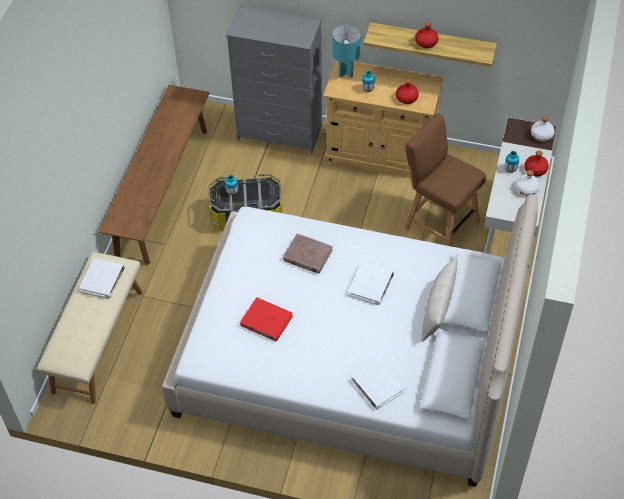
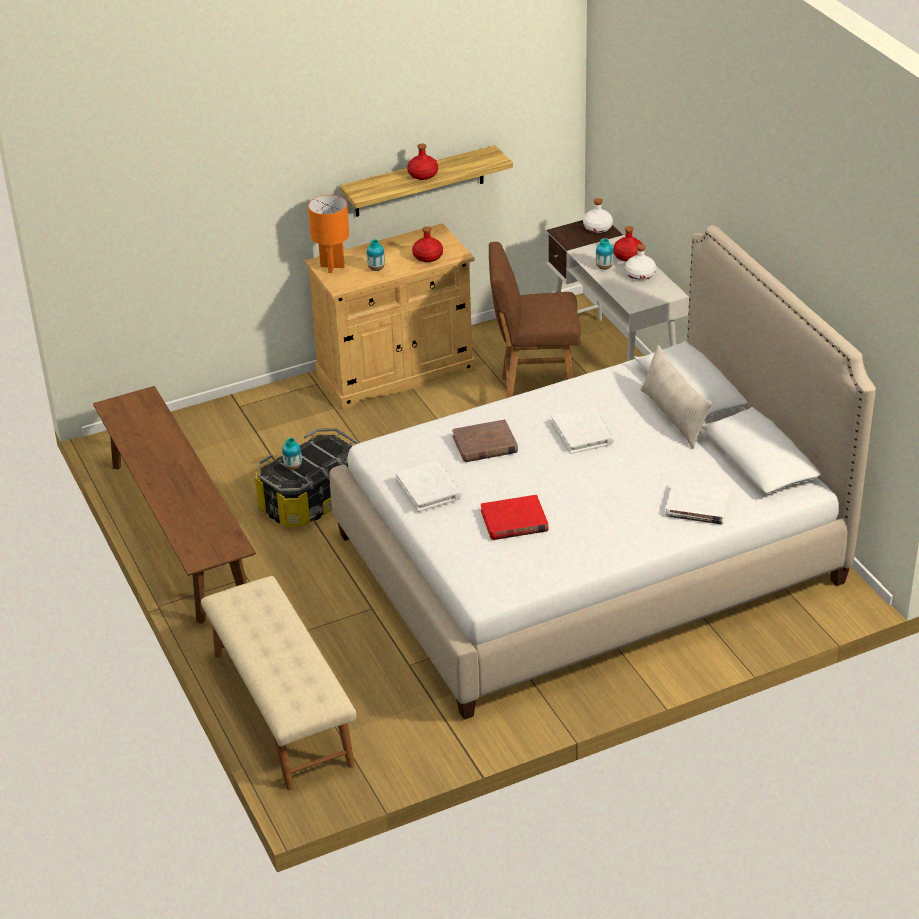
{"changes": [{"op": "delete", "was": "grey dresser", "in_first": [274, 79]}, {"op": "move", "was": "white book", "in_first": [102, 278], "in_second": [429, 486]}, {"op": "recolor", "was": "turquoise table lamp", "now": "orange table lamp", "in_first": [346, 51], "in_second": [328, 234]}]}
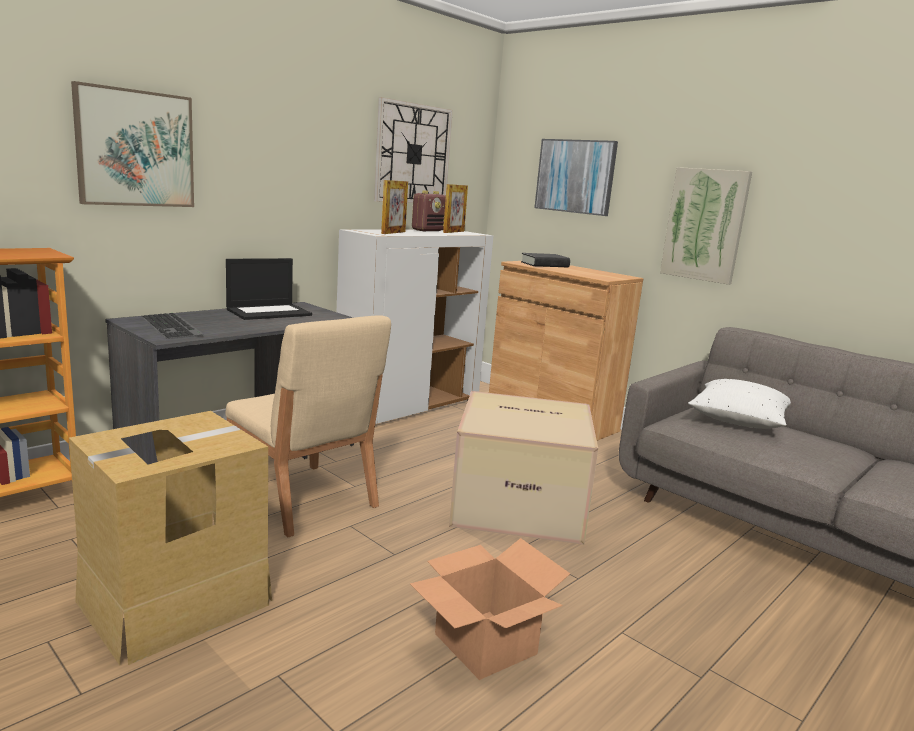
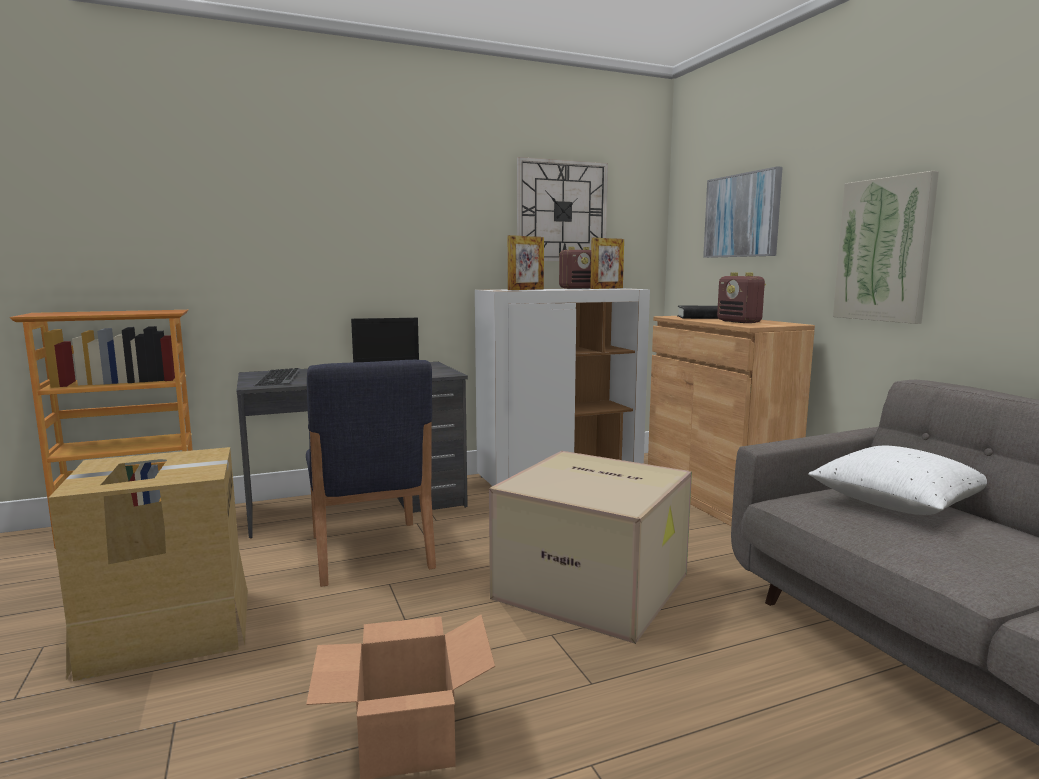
{"changes": [{"op": "delete", "was": "picture", "in_first": [132, 144]}, {"op": "insert", "now": "radio", "in_second": [741, 297]}, {"op": "recolor", "was": "beige chair", "now": "blue chair", "in_first": [308, 426], "in_second": [371, 473]}]}
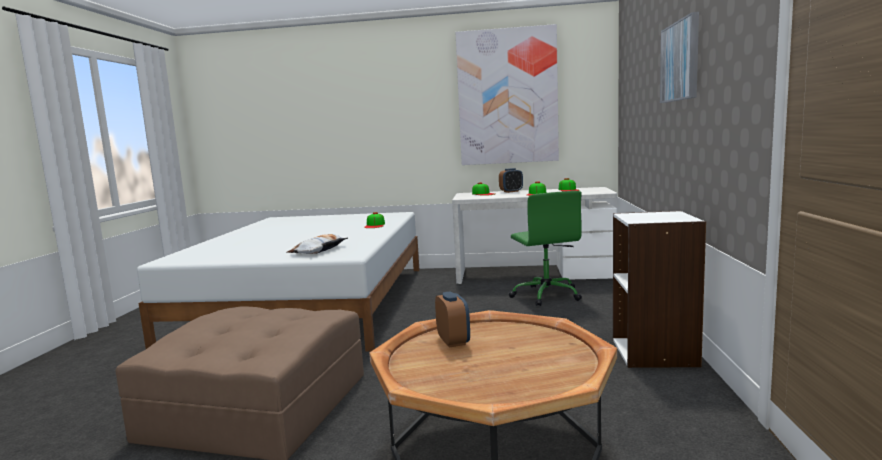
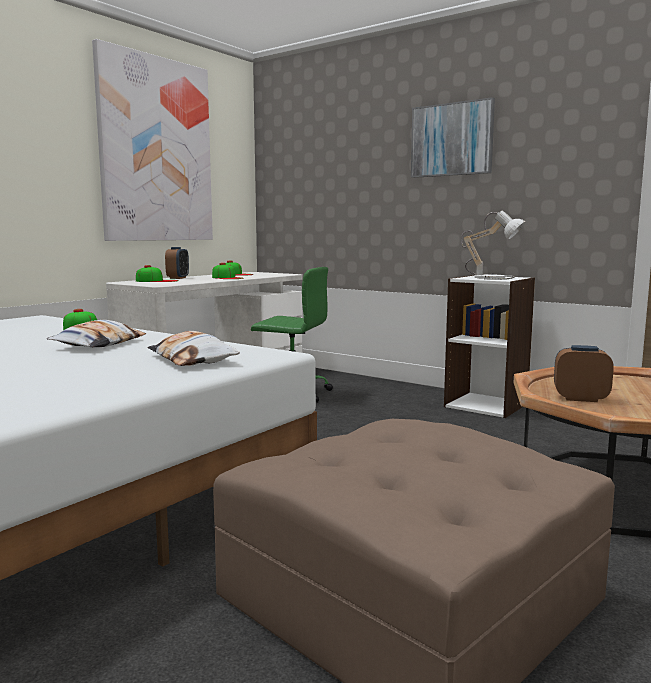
{"changes": [{"op": "insert", "now": "pillow", "in_second": [96, 334]}, {"op": "insert", "now": "table lamp", "in_second": [493, 245]}]}
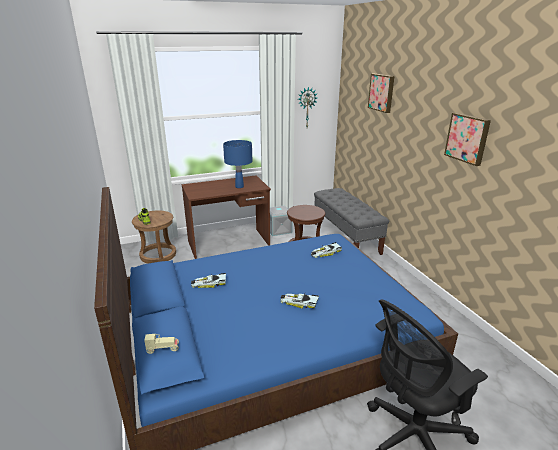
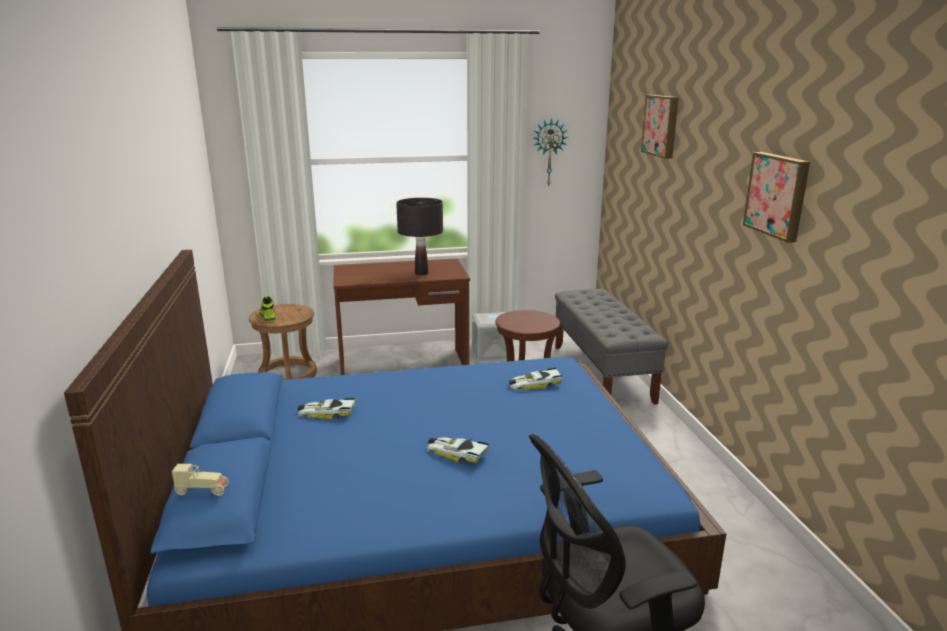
{"changes": [{"op": "recolor", "was": "blue table lamp", "now": "black table lamp", "in_first": [237, 164], "in_second": [419, 236]}]}
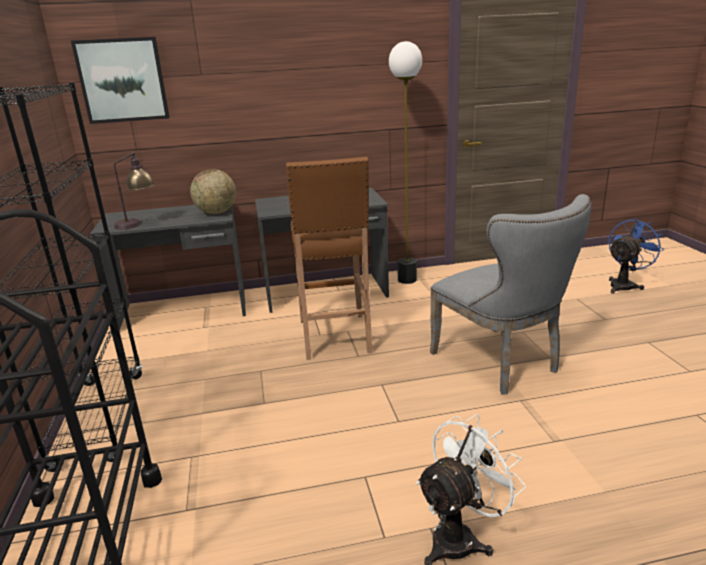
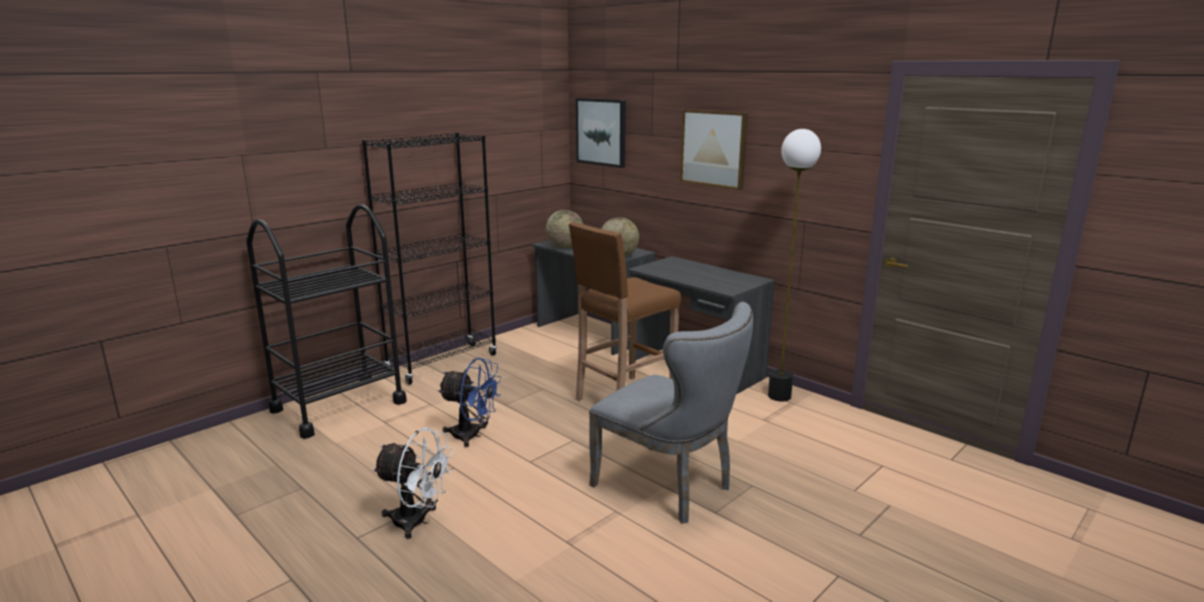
{"changes": [{"op": "insert", "now": "picture", "in_second": [714, 149]}, {"op": "move", "was": "blue fan", "in_first": [636, 256], "in_second": [470, 402]}, {"op": "replace", "was": "table lamp", "now": "globe", "in_first": [134, 191], "in_second": [564, 229]}, {"op": "rotate", "was": "grey chair", "in_first": [510, 294], "in_second": [671, 413], "clockwise": -75}]}
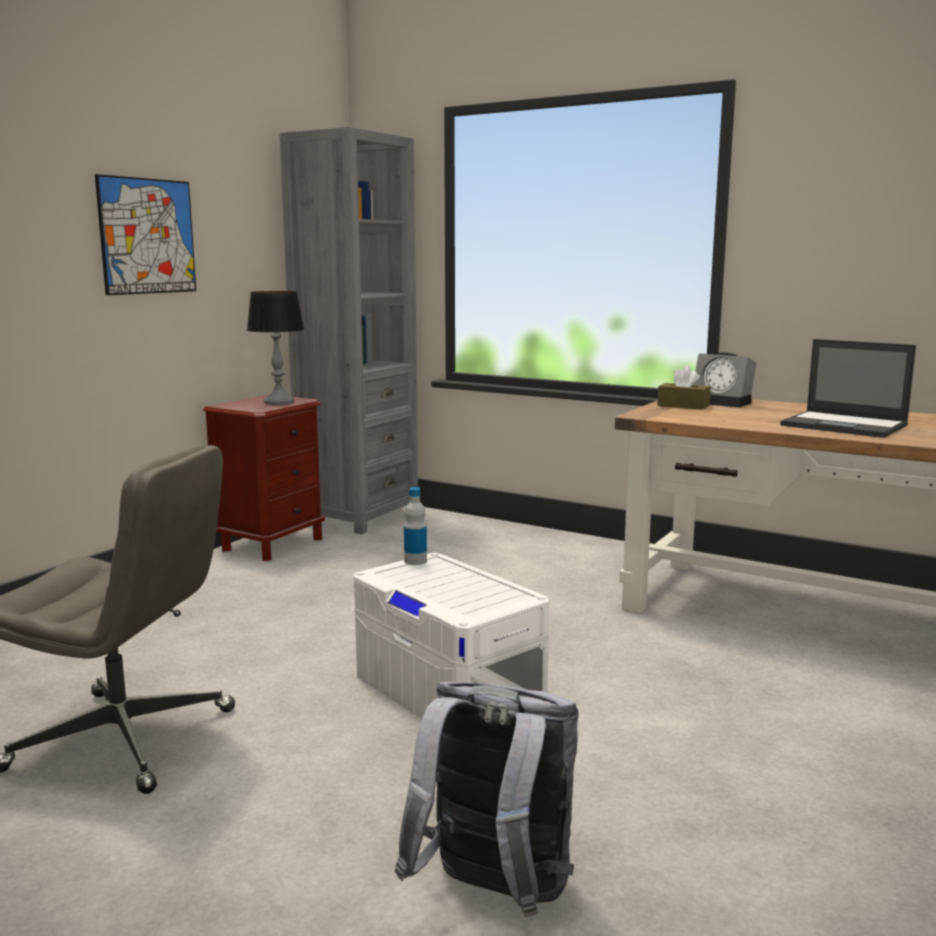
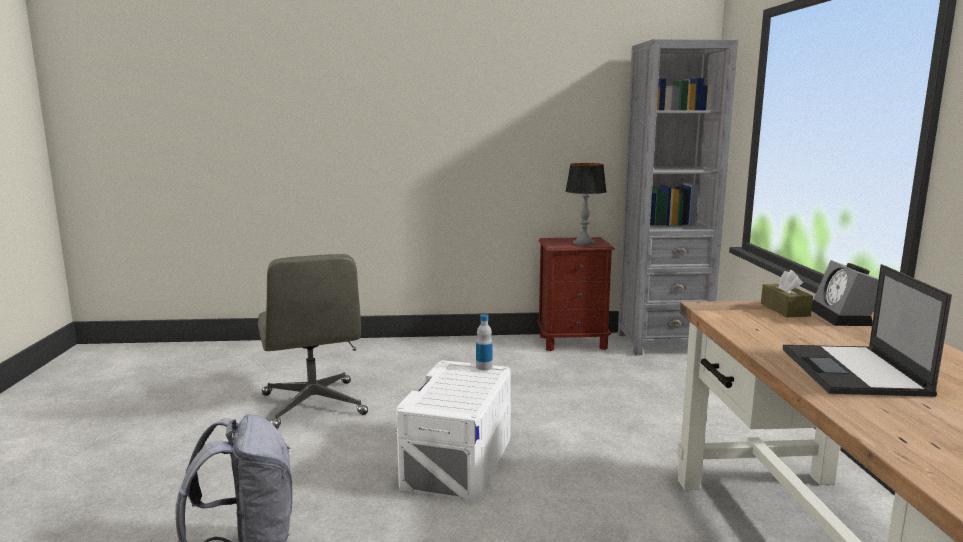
{"changes": [{"op": "delete", "was": "picture", "in_first": [145, 234]}]}
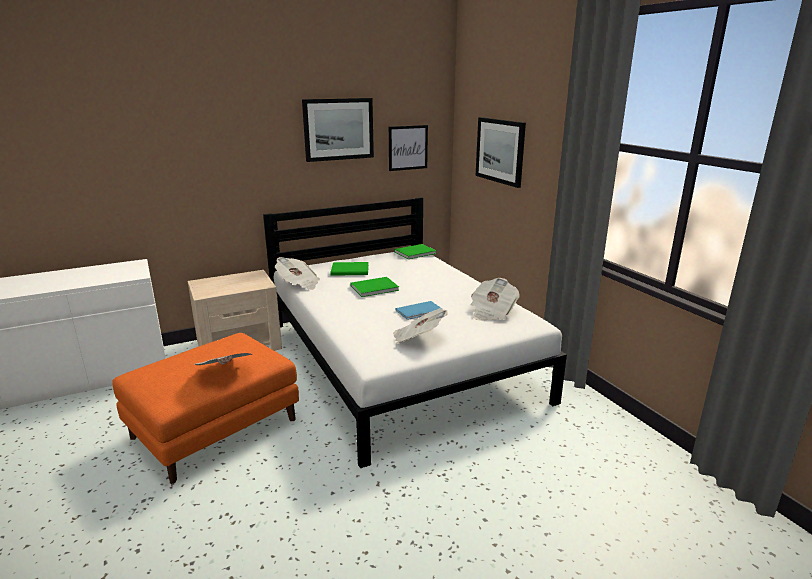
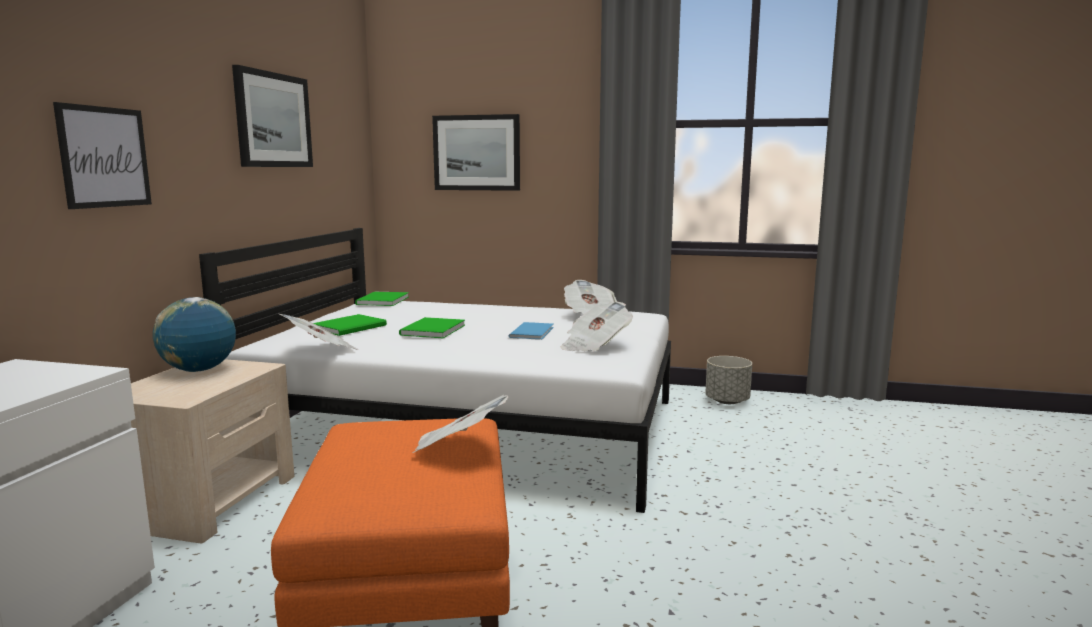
{"changes": [{"op": "insert", "now": "globe", "in_second": [194, 334]}, {"op": "insert", "now": "grey planter", "in_second": [728, 380]}, {"op": "move", "was": "picture", "in_first": [408, 148], "in_second": [102, 155]}]}
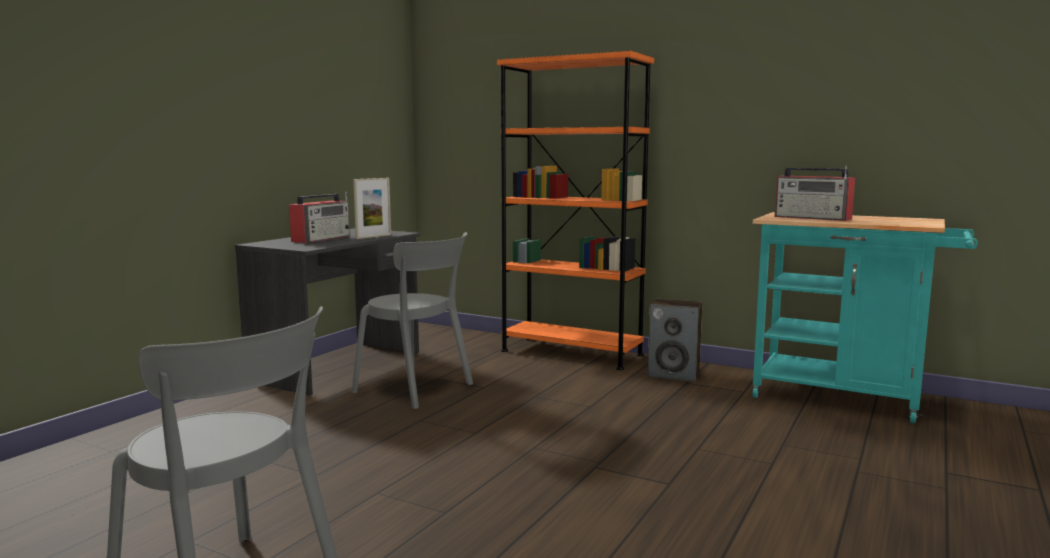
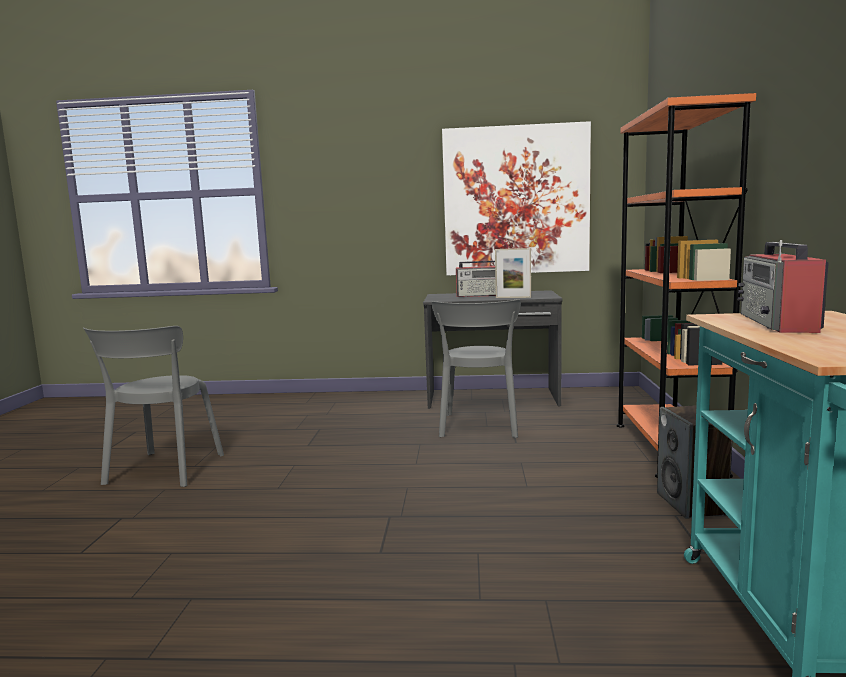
{"changes": [{"op": "insert", "now": "picture", "in_second": [516, 198]}]}
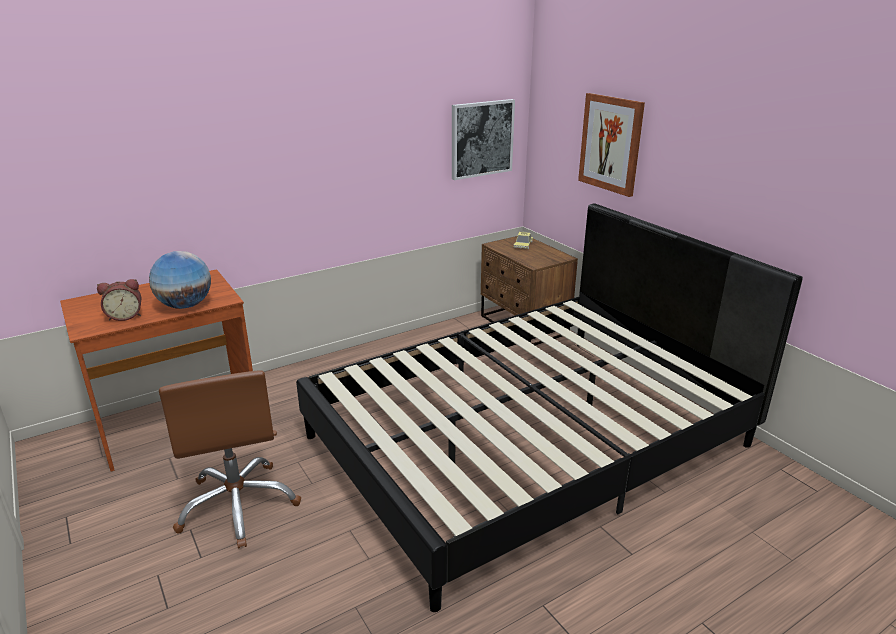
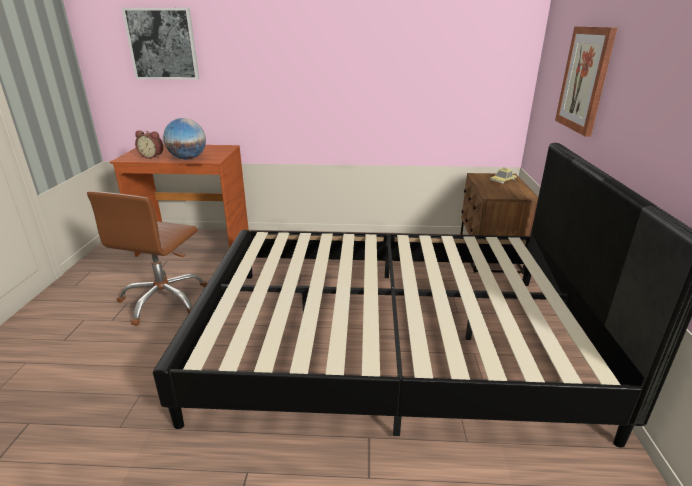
{"changes": [{"op": "move", "was": "picture", "in_first": [483, 139], "in_second": [161, 44]}]}
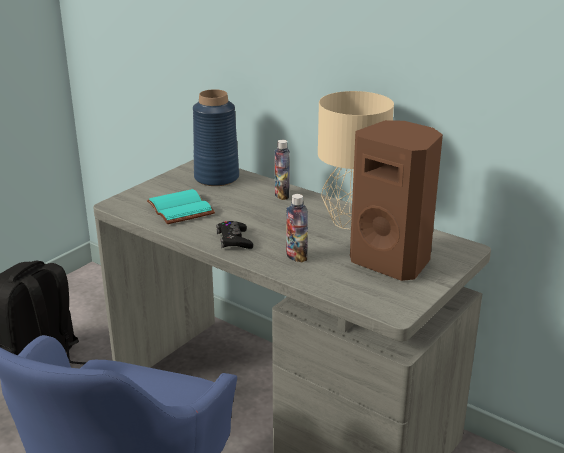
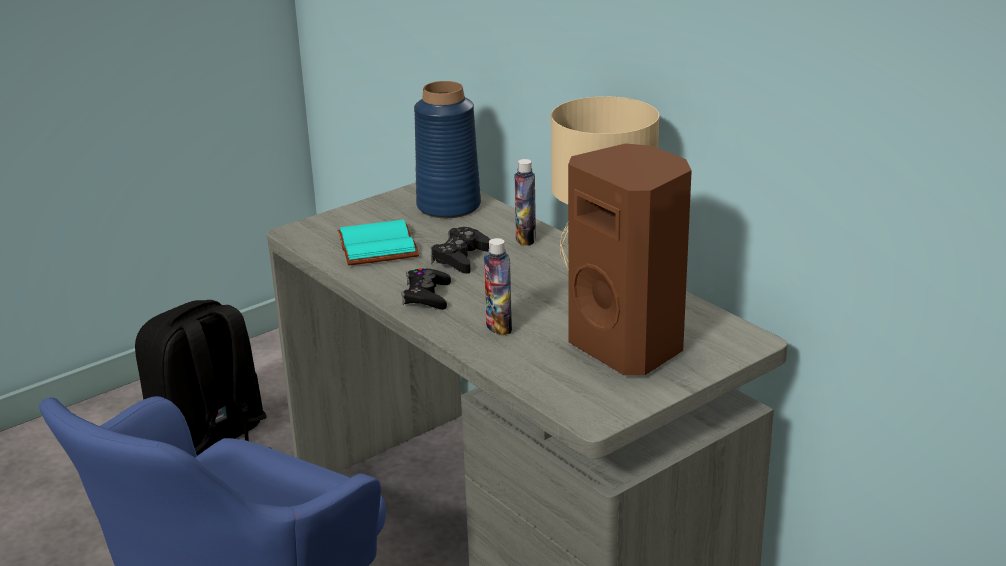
{"changes": [{"op": "insert", "now": "black game controller", "in_second": [461, 250]}]}
